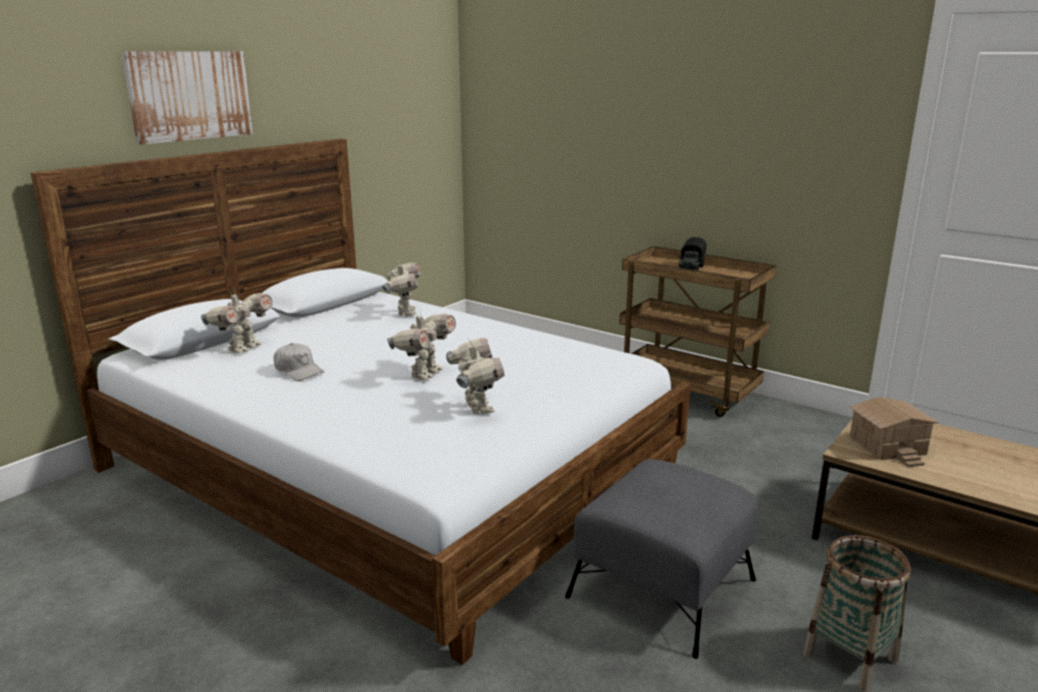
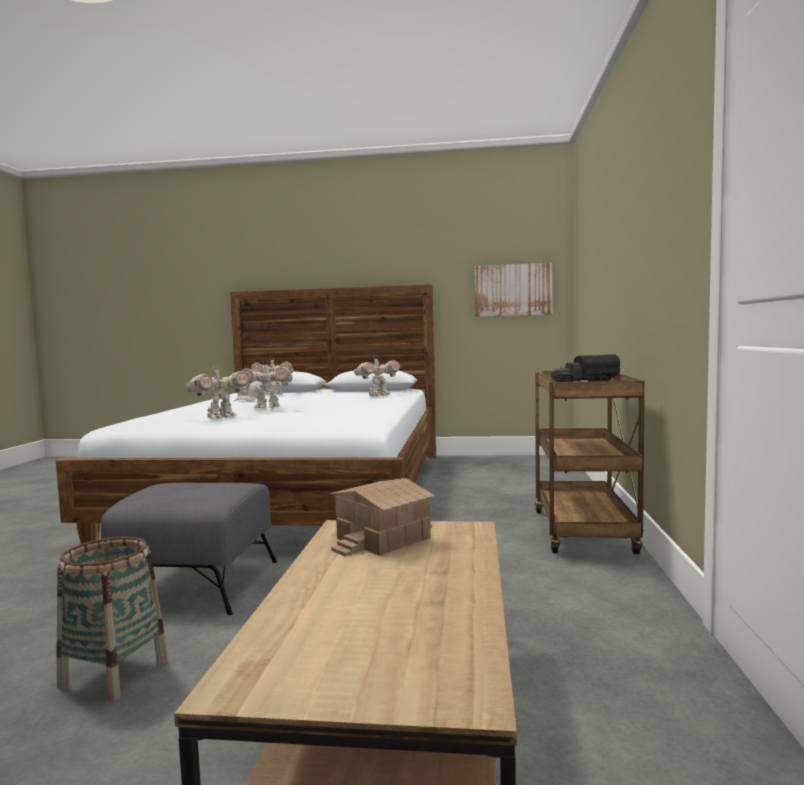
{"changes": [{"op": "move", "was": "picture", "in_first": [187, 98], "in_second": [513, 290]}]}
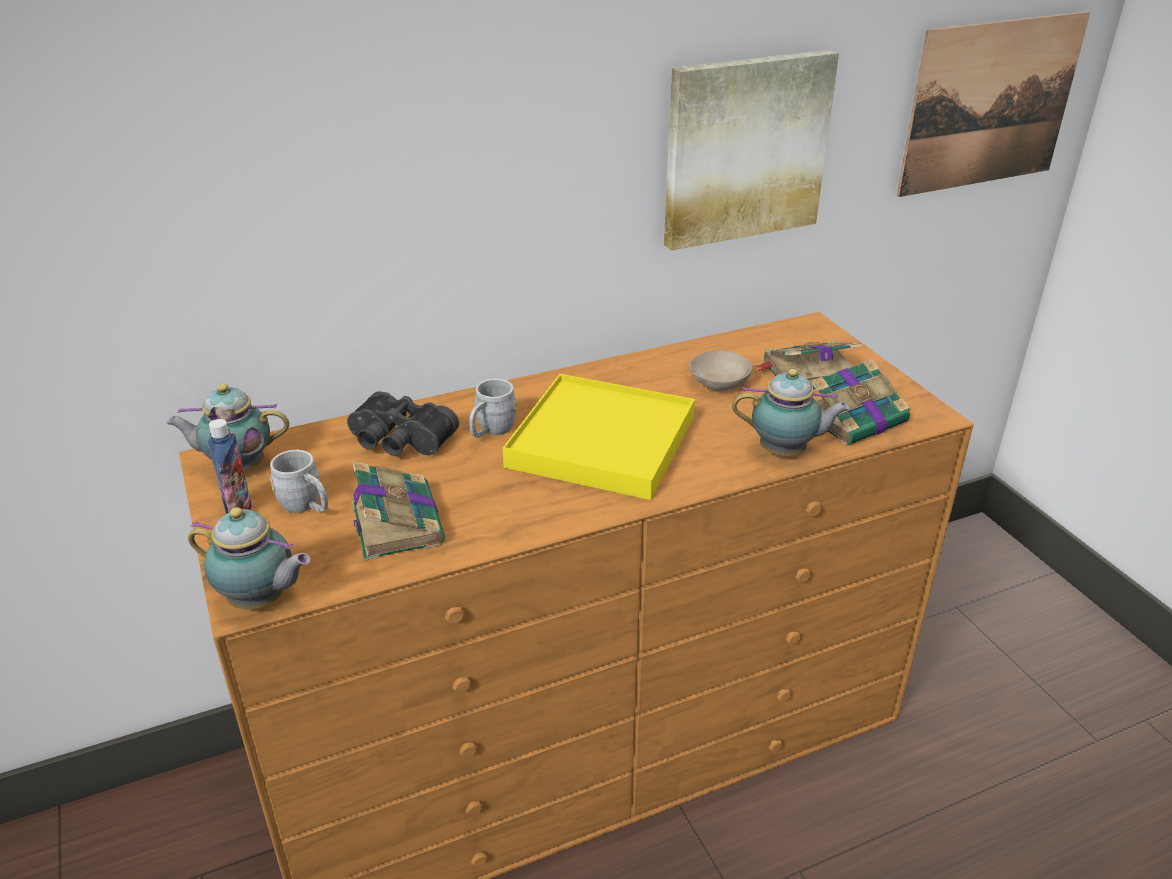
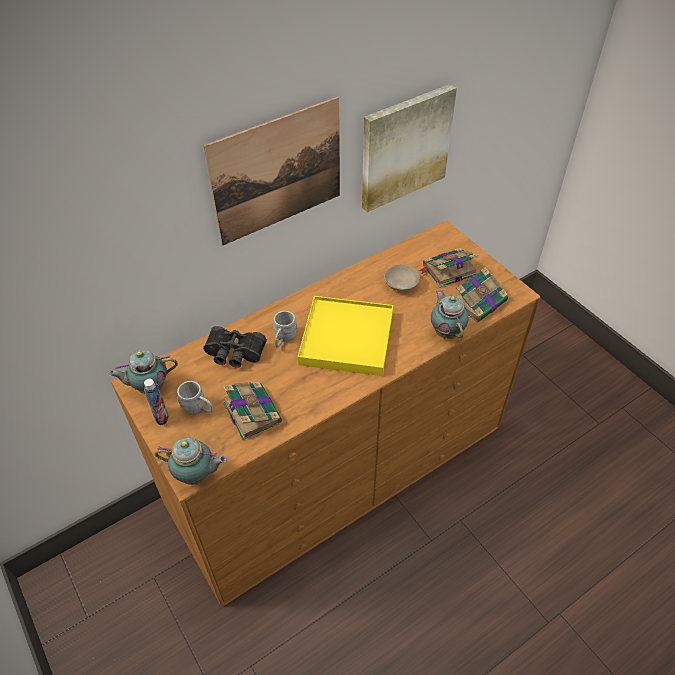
{"changes": [{"op": "move", "was": "picture", "in_first": [994, 104], "in_second": [271, 171]}, {"op": "rotate", "was": "teapot", "in_first": [791, 412], "in_second": [449, 314], "clockwise": -105}]}
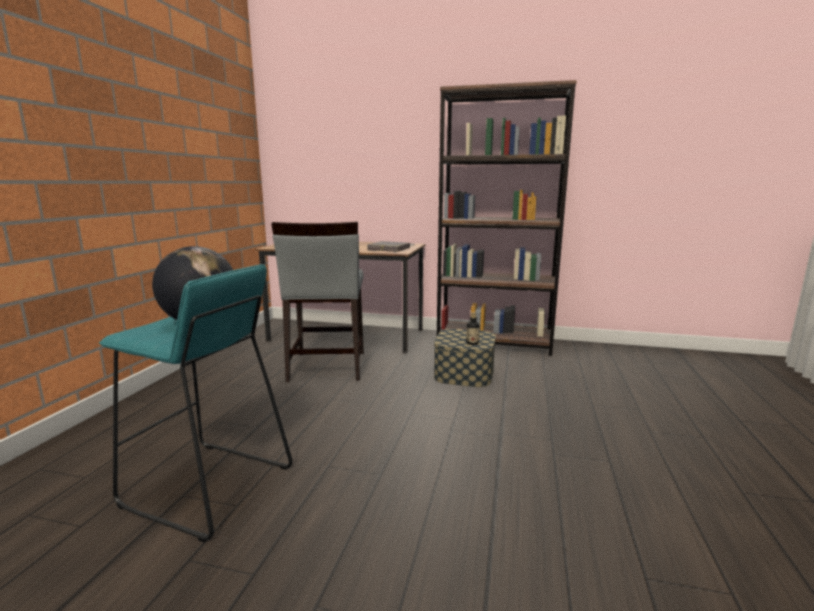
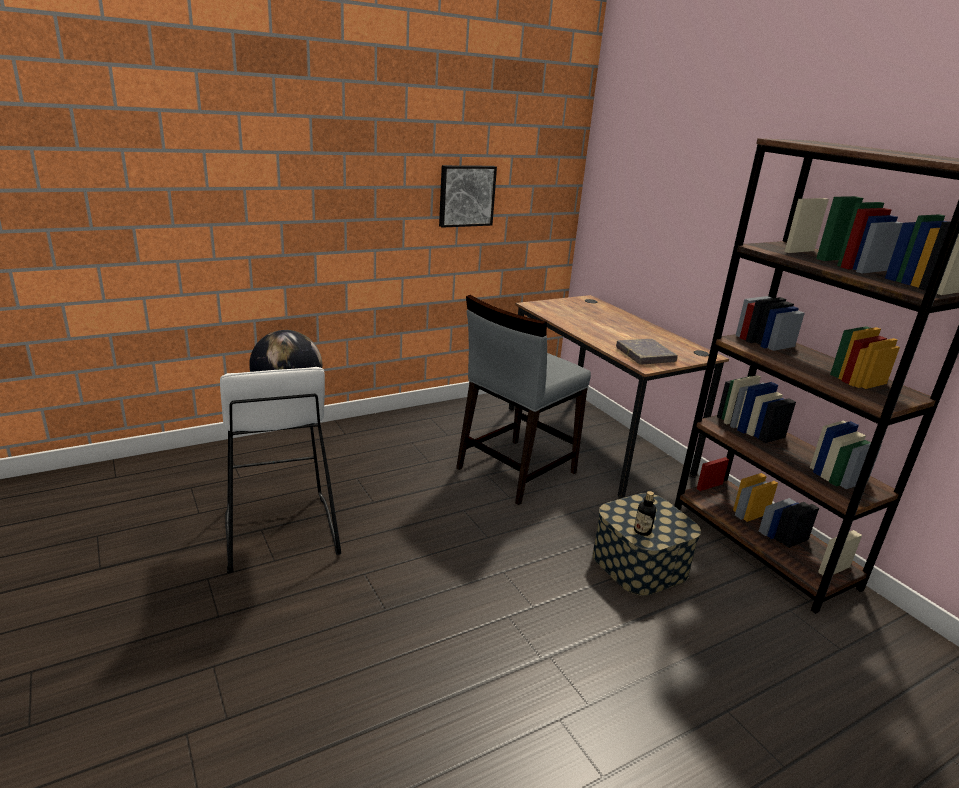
{"changes": [{"op": "insert", "now": "picture", "in_second": [468, 196]}, {"op": "recolor", "was": "turquoise stool", "now": "white stool", "in_first": [196, 403], "in_second": [280, 470]}]}
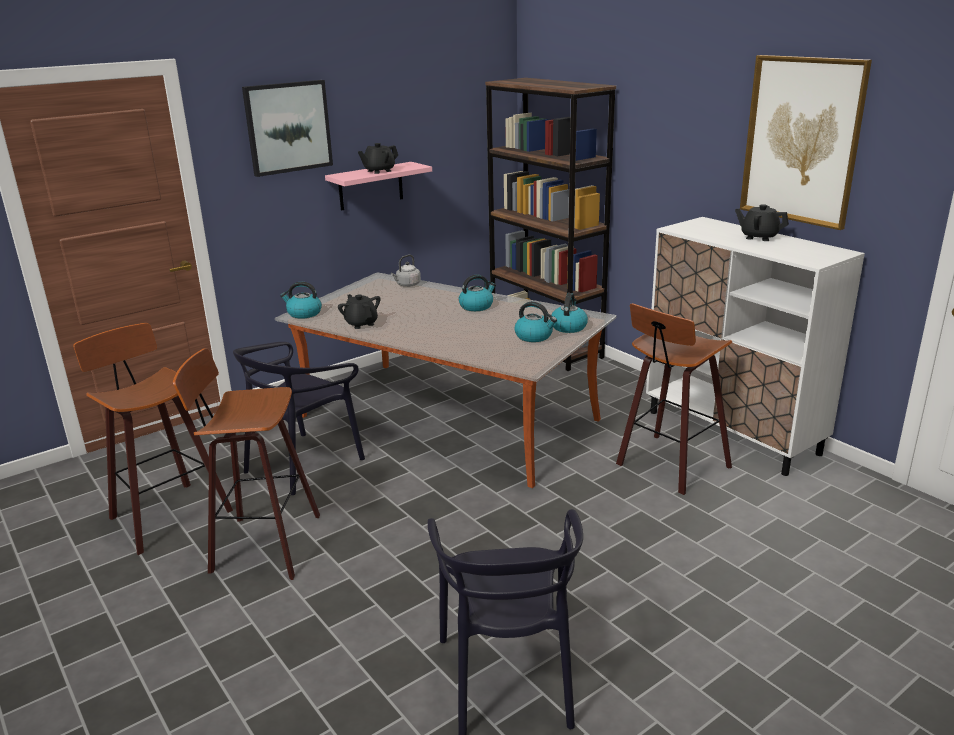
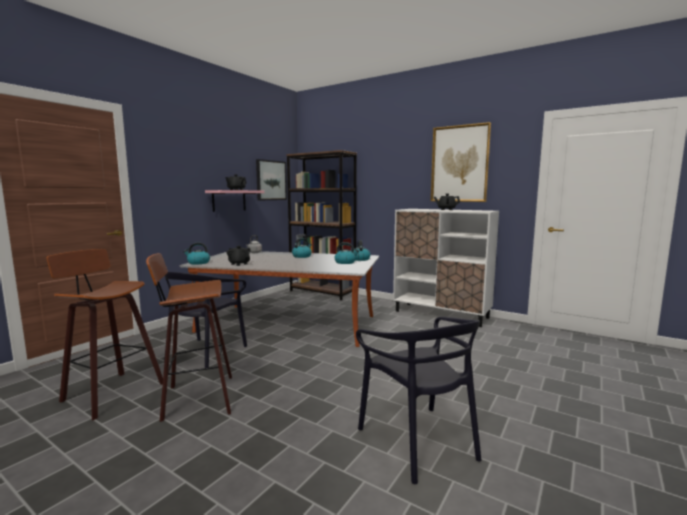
{"changes": [{"op": "delete", "was": "stool", "in_first": [674, 399]}, {"op": "move", "was": "picture", "in_first": [287, 128], "in_second": [271, 179]}]}
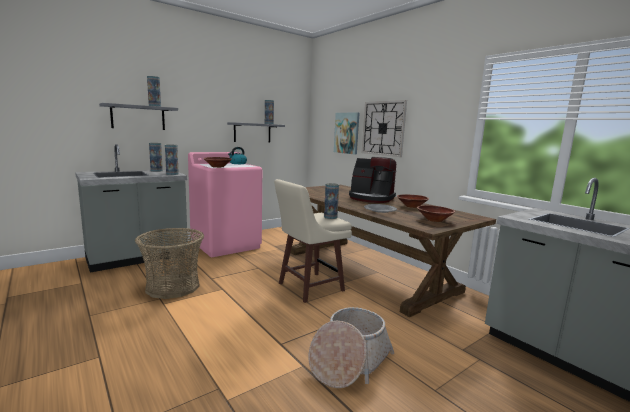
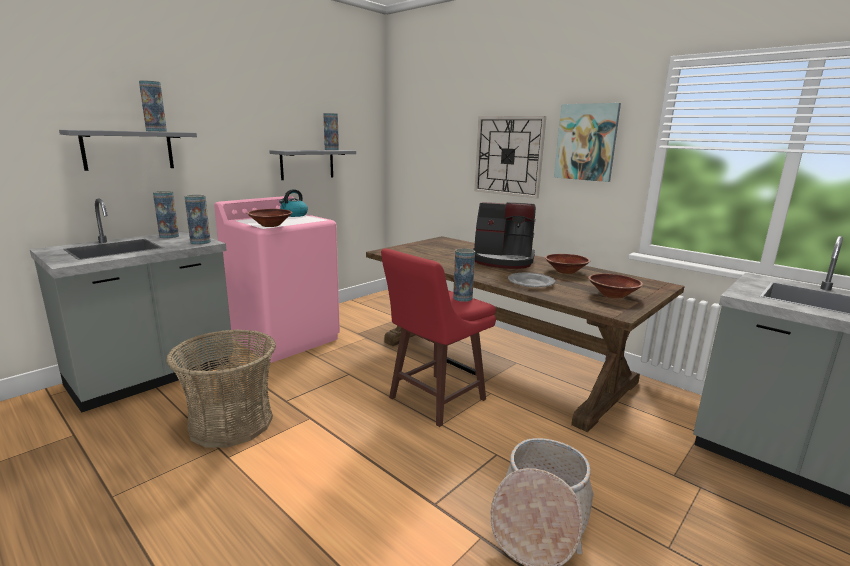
{"changes": [{"op": "move", "was": "picture", "in_first": [347, 133], "in_second": [587, 142]}, {"op": "recolor", "was": "beige stool", "now": "red stool", "in_first": [313, 241], "in_second": [438, 338]}]}
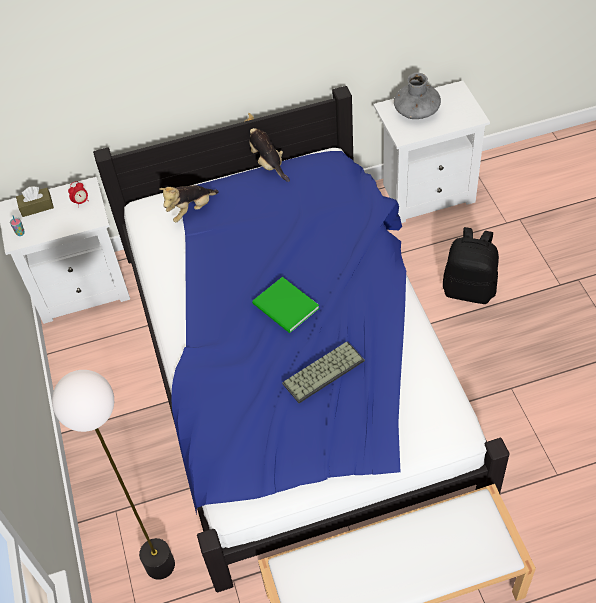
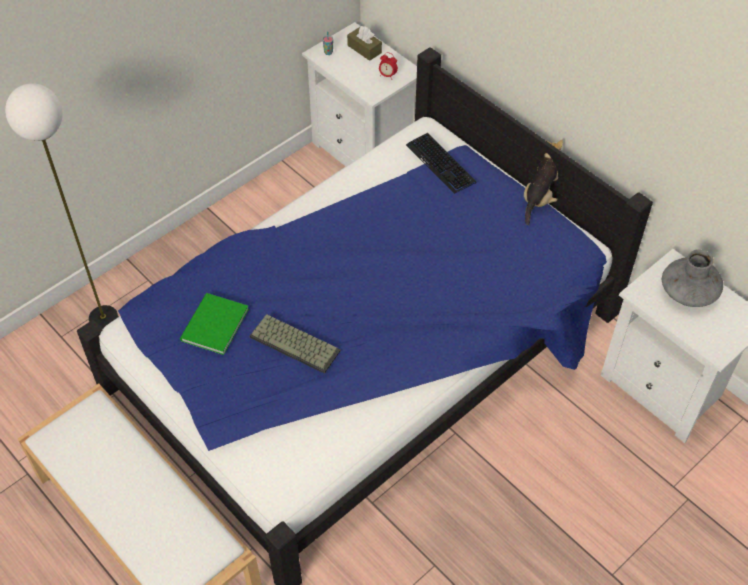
{"changes": [{"op": "delete", "was": "black backpack", "in_first": [471, 265]}, {"op": "move", "was": "green book", "in_first": [285, 305], "in_second": [214, 324]}, {"op": "replace", "was": "plush toy", "now": "keyboard", "in_first": [189, 203], "in_second": [441, 163]}]}
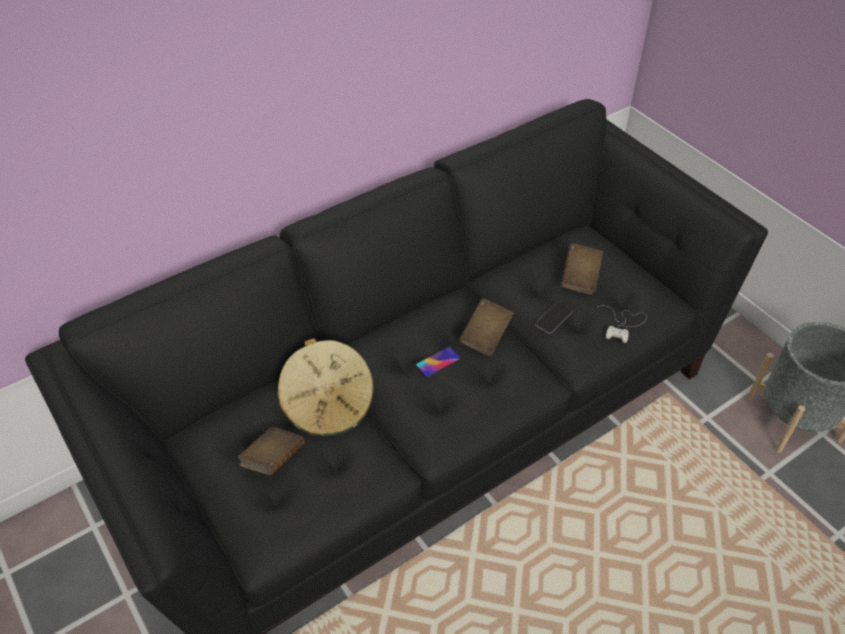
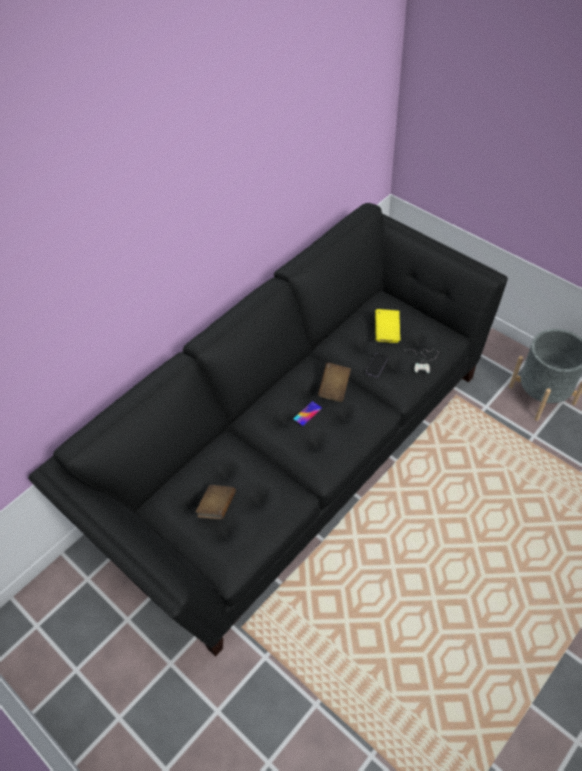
{"changes": [{"op": "delete", "was": "beige hat", "in_first": [325, 387]}, {"op": "recolor", "was": "brown book", "now": "yellow book", "in_first": [582, 268], "in_second": [387, 326]}]}
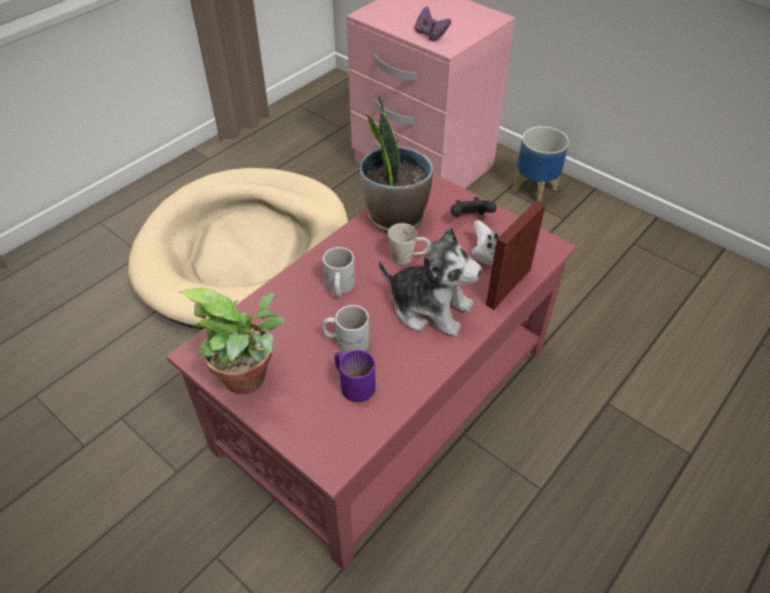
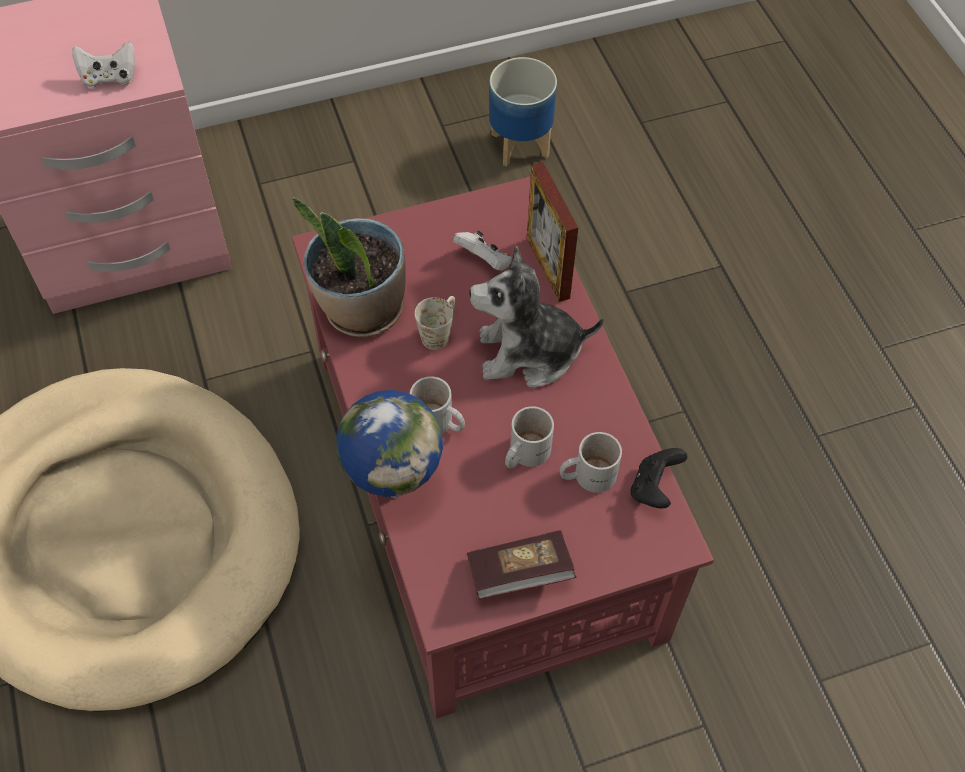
{"changes": [{"op": "insert", "now": "globe", "in_second": [389, 444]}, {"op": "move", "was": "black game controller", "in_first": [474, 207], "in_second": [659, 478]}, {"op": "move", "was": "planter", "in_first": [541, 163], "in_second": [523, 112]}, {"op": "replace", "was": "potted plant", "now": "book", "in_first": [232, 341], "in_second": [522, 565]}, {"op": "recolor", "was": "purple mug", "now": "white mug", "in_first": [354, 376], "in_second": [591, 462]}, {"op": "recolor", "was": "purple game controller", "now": "white game controller", "in_first": [433, 24], "in_second": [103, 65]}, {"op": "rotate", "was": "plush toy", "in_first": [430, 282], "in_second": [536, 317], "clockwise": -150}]}
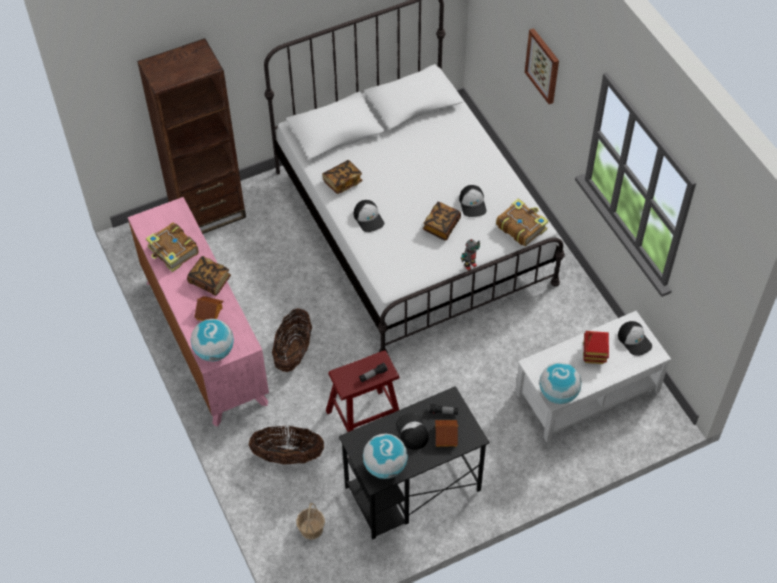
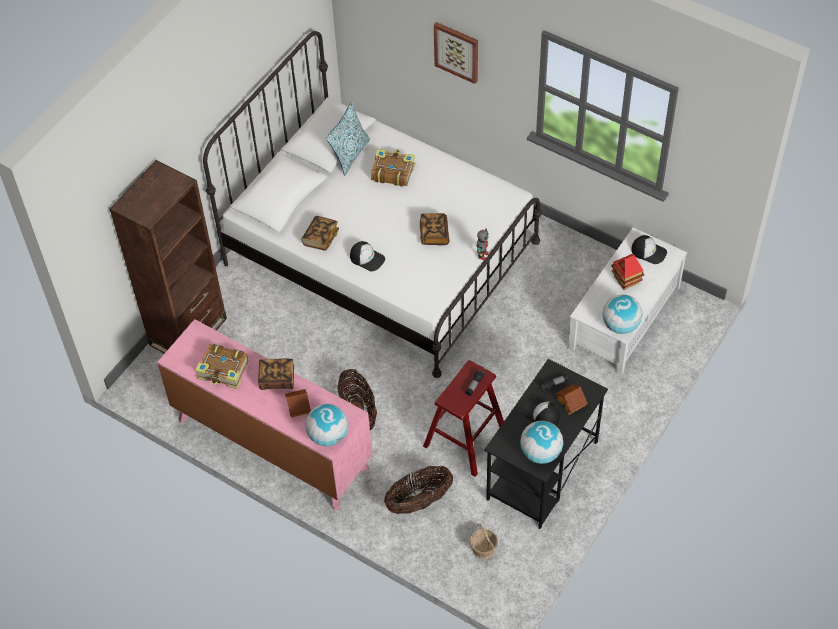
{"changes": [{"op": "delete", "was": "cap", "in_first": [473, 201]}, {"op": "insert", "now": "pillow", "in_second": [348, 138]}, {"op": "move", "was": "book", "in_first": [522, 222], "in_second": [393, 168]}]}
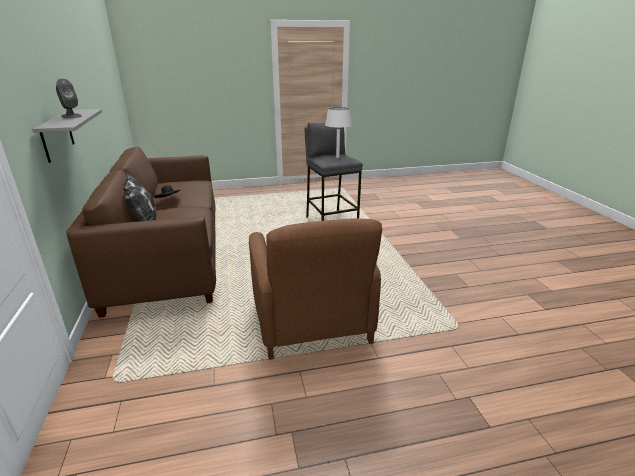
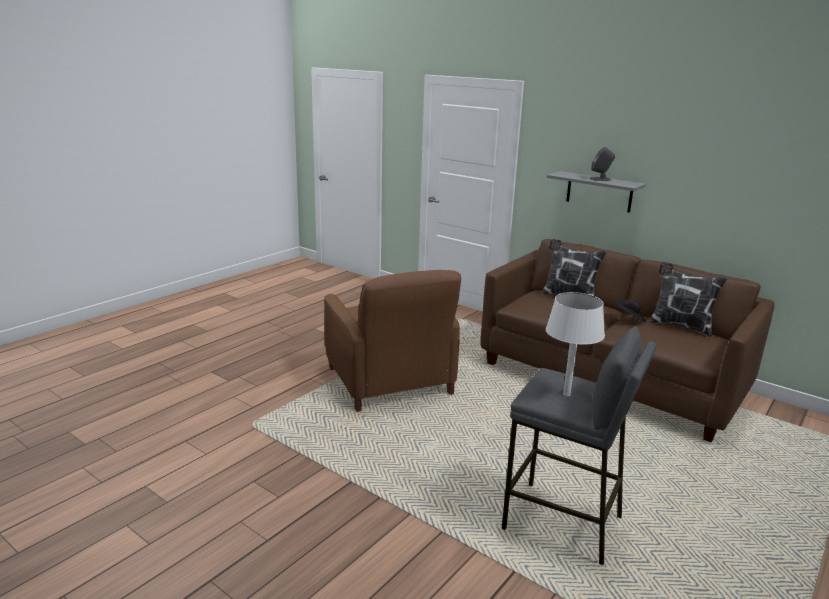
{"changes": [{"op": "insert", "now": "pillow", "in_second": [688, 299]}, {"op": "rotate", "was": "brown armchair", "in_first": [315, 289], "in_second": [392, 341], "clockwise": -150}]}
